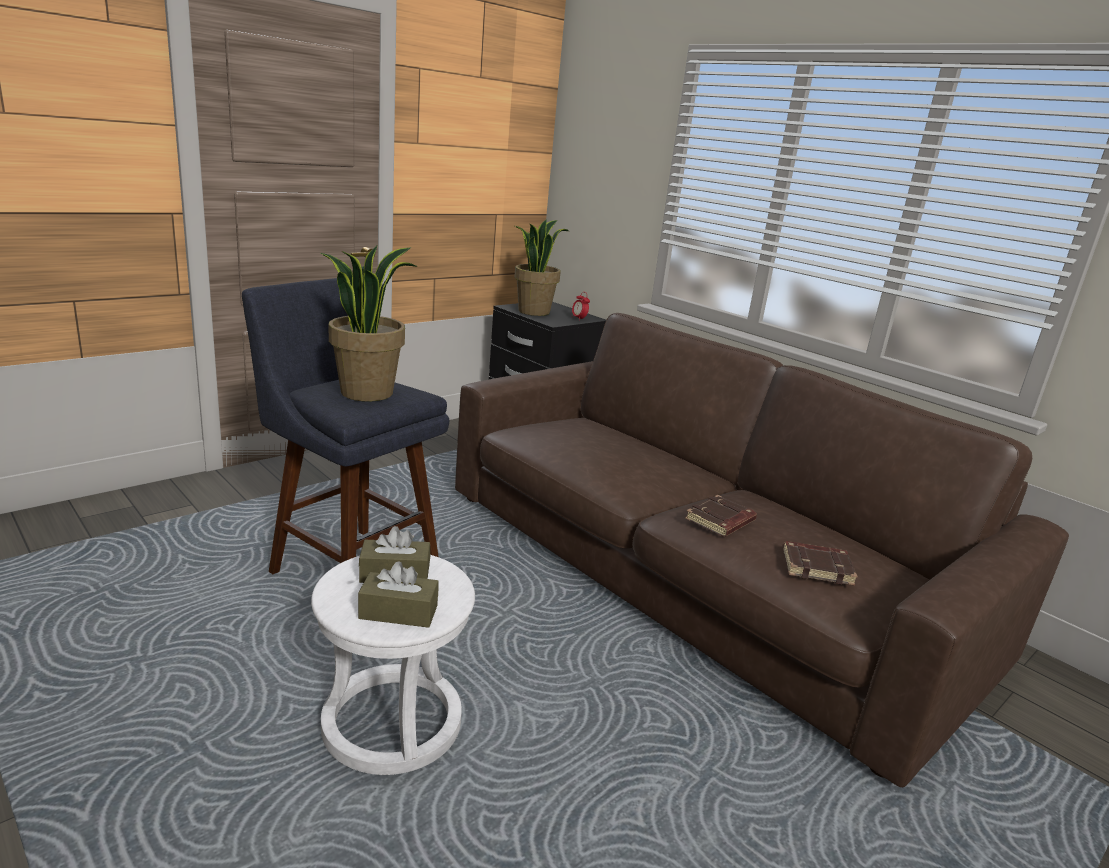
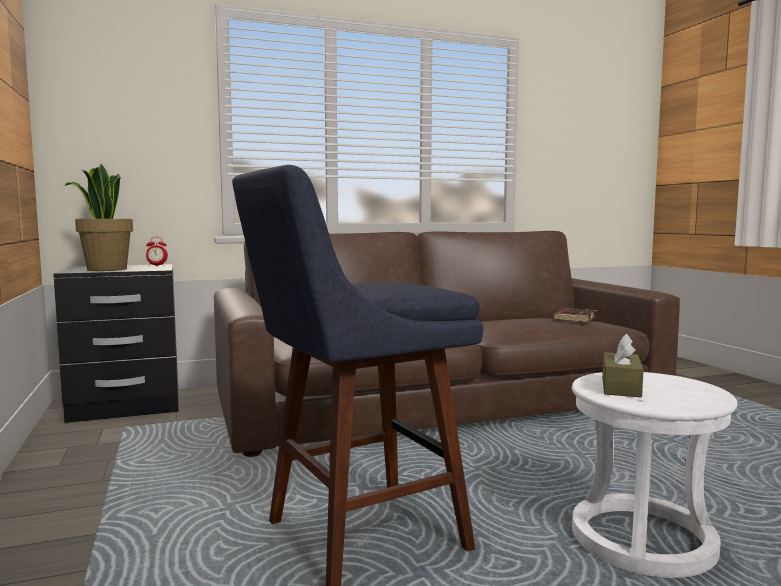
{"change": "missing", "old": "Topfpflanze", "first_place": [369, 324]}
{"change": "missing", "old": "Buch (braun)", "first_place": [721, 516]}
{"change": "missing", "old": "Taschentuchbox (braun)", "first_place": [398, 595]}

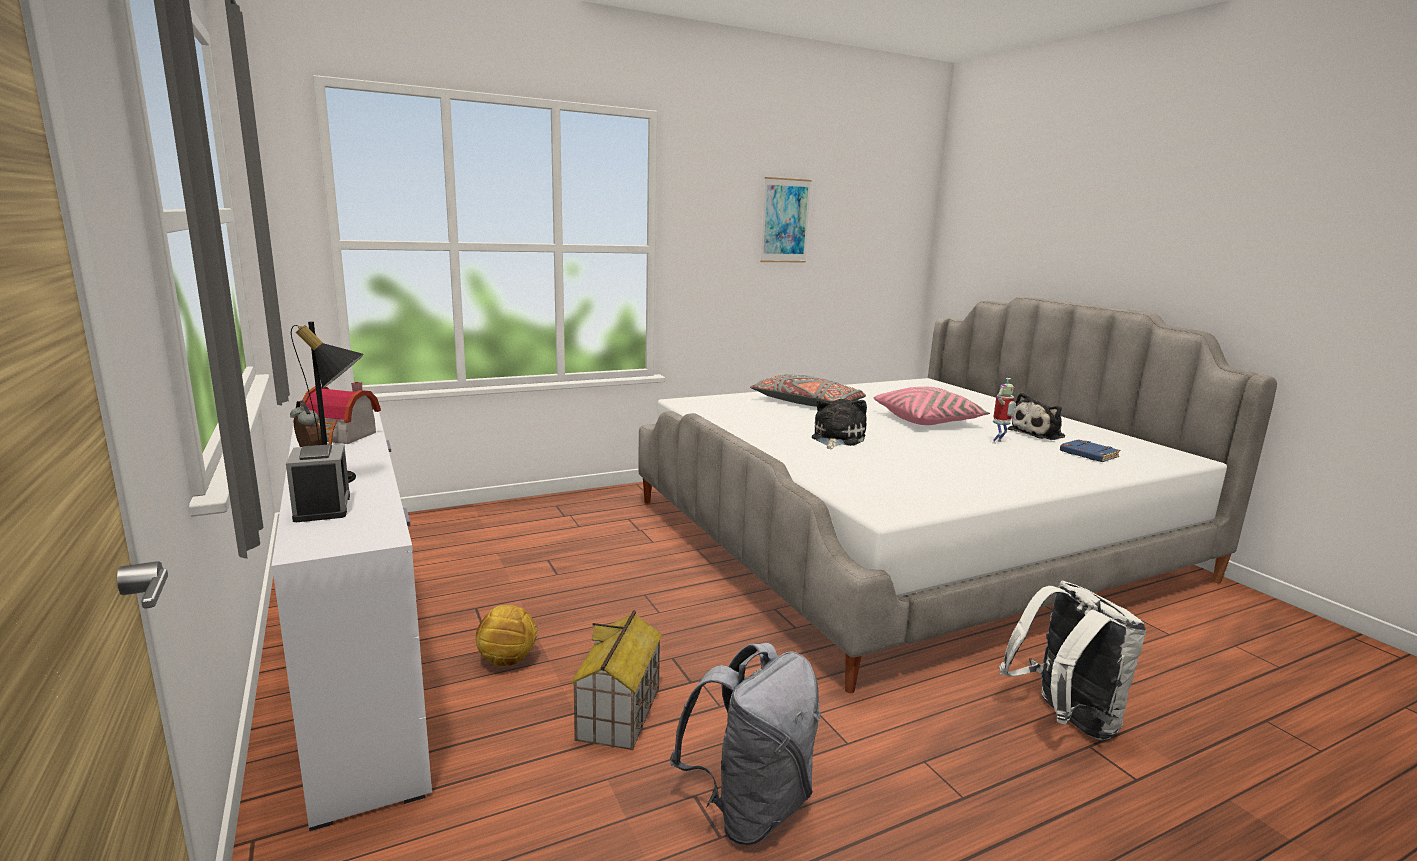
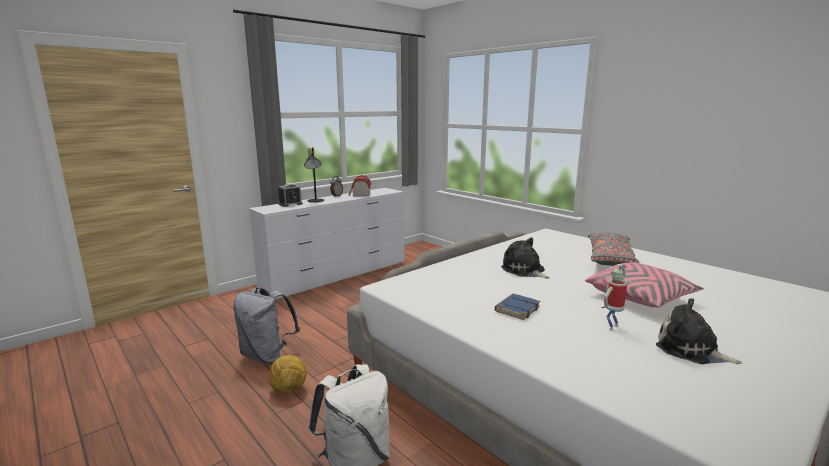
{"change": "missing", "old": "Bild", "first_place": [785, 220]}
{"change": "spun", "old": "Spielzeugroboter", "first_place": [1004, 411], "second_place": [614, 297], "degrees": 105}
{"change": "spun", "old": "Plüschtier", "first_place": [839, 424], "second_place": [525, 258], "degrees": -135}
{"change": "relocated", "old": "Buch (blau)", "first_place": [1090, 450], "second_place": [518, 307]}
{"change": "relocated", "old": "Fußball", "first_place": [507, 635], "second_place": [287, 374]}
{"change": "missing", "old": "Spielzeughaus", "first_place": [616, 680]}

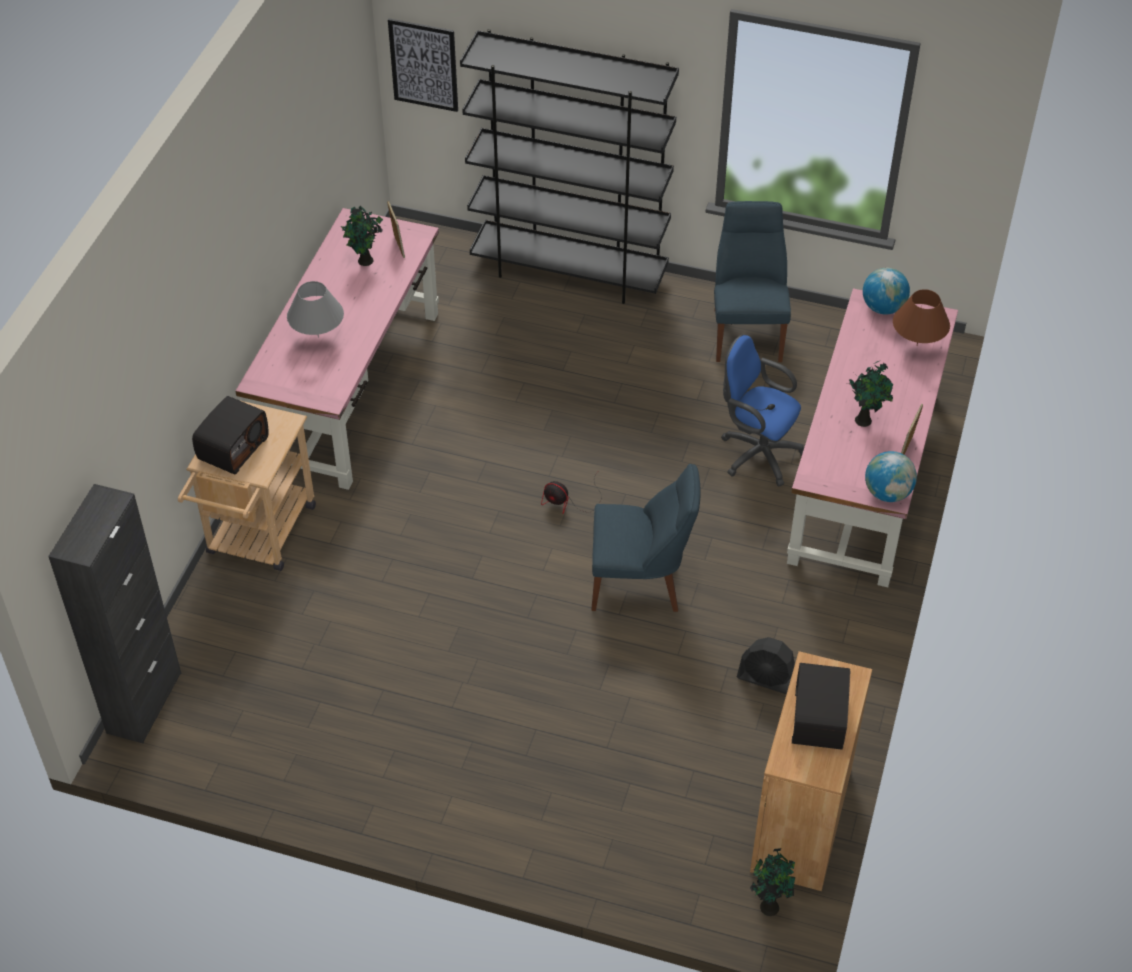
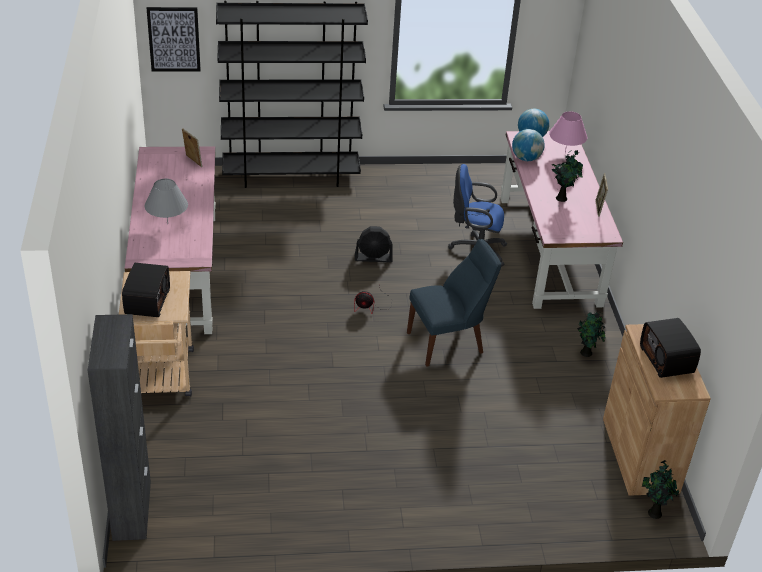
{"change": "missing", "old": "Stuhl (blau)", "first_place": [752, 281]}
{"change": "relocated", "old": "Topfpflanze", "first_place": [362, 235], "second_place": [591, 334]}
{"change": "colour", "old": "Tischlampe (braun)", "new": "Tischlampe (rosa)", "first_place": [921, 317], "second_place": [568, 132]}
{"change": "relocated", "old": "Globus", "first_place": [891, 476], "second_place": [528, 145]}
{"change": "relocated", "old": "Ventilator (schwarz)", "first_place": [766, 665], "second_place": [374, 244]}

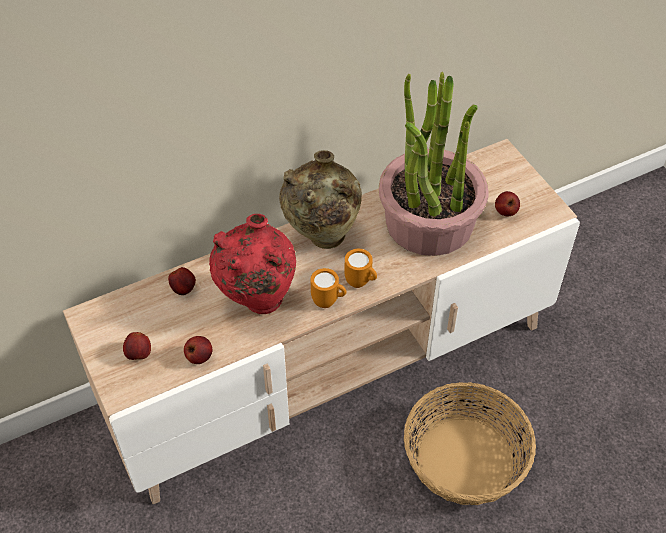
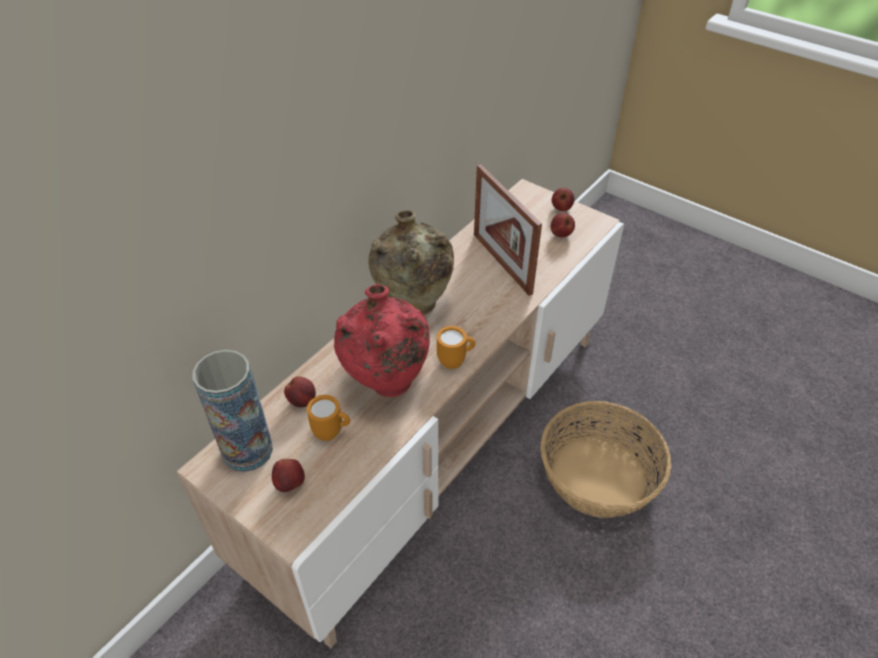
{"change": "exchanged", "old": "Topfpflanze", "new": "Bilderrahmen", "first_place": [433, 164], "second_place": [508, 230]}
{"change": "relocated", "old": "Henkelbecher (orange)", "first_place": [361, 268], "second_place": [328, 418]}
{"change": "relocated", "old": "Apfel", "first_place": [198, 350], "second_place": [563, 199]}
{"change": "appeared", "new": "Vase", "second_place": [233, 411]}

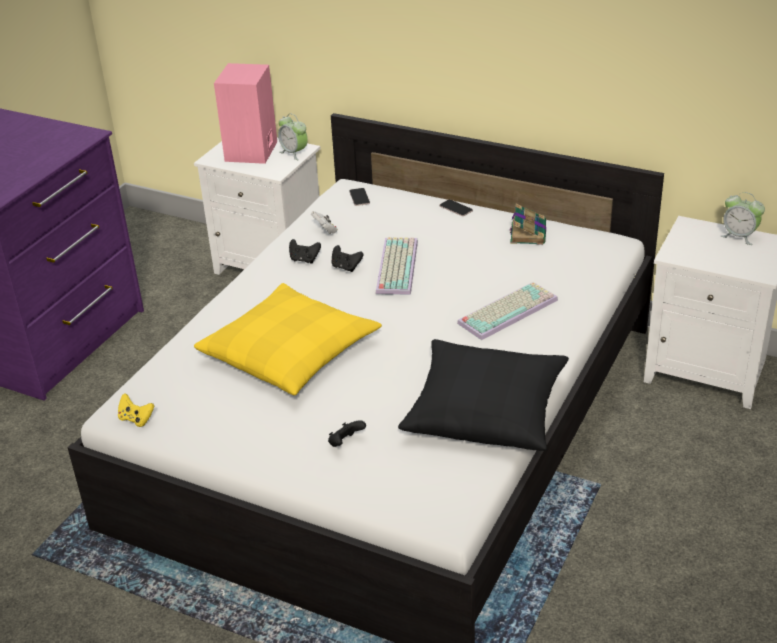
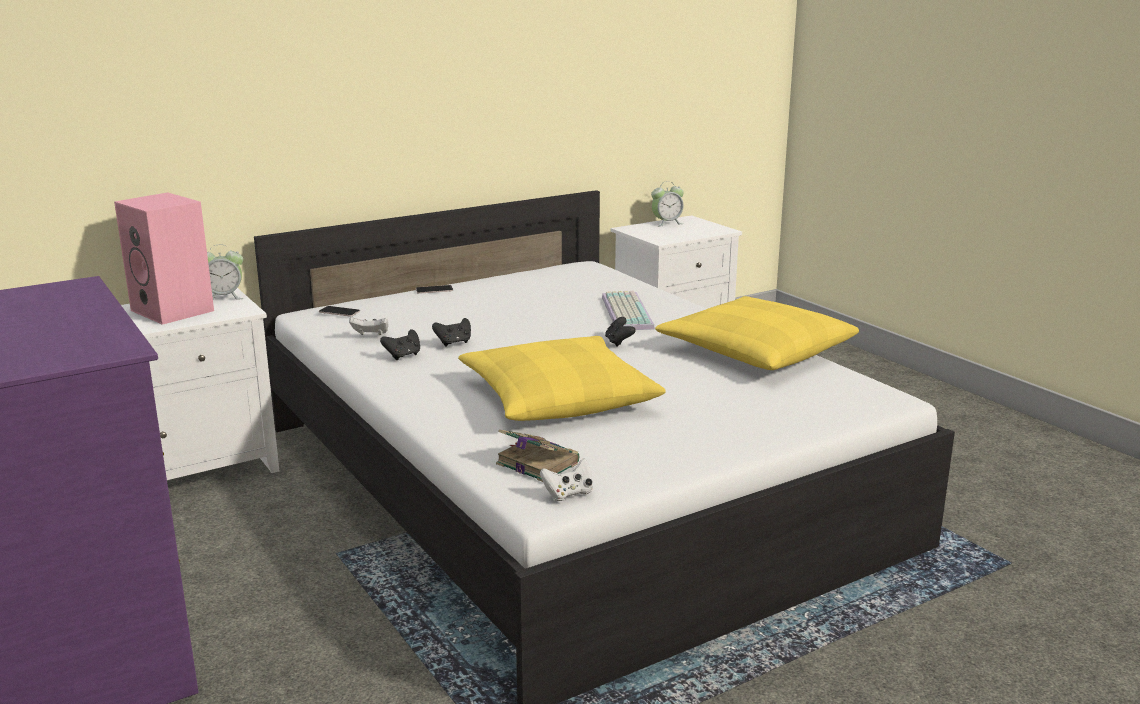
{"change": "relocated", "old": "Buch", "first_place": [528, 224], "second_place": [537, 455]}
{"change": "missing", "old": "Tastatur", "first_place": [397, 266]}
{"change": "colour", "old": "Kissen (schwarz)", "new": "Kissen (gelb)", "first_place": [483, 395], "second_place": [757, 333]}
{"change": "colour", "old": "Gamepad (gelb)", "new": "Gamepad (weiß)", "first_place": [136, 410], "second_place": [566, 479]}
{"change": "relocated", "old": "Gamepad (schwarz)", "first_place": [347, 433], "second_place": [620, 332]}

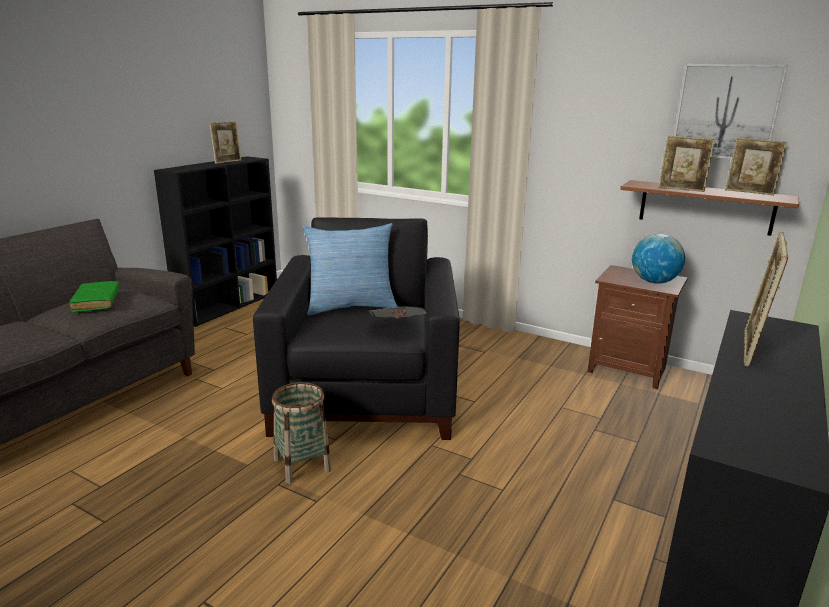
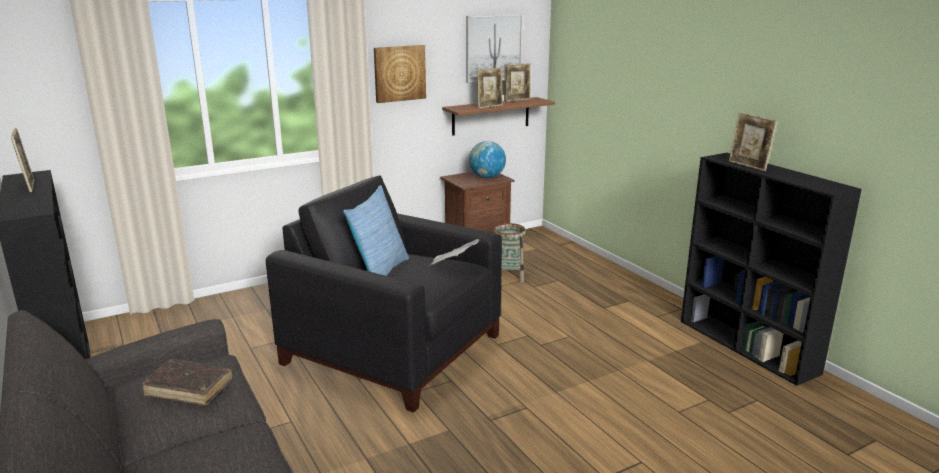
{"change": "colour", "old": "Buch (grün)", "new": "Buch (braun)", "first_place": [94, 296], "second_place": [187, 382]}
{"change": "relocated", "old": "Korb", "first_place": [301, 433], "second_place": [509, 253]}
{"change": "appeared", "new": "Bild", "second_place": [400, 74]}

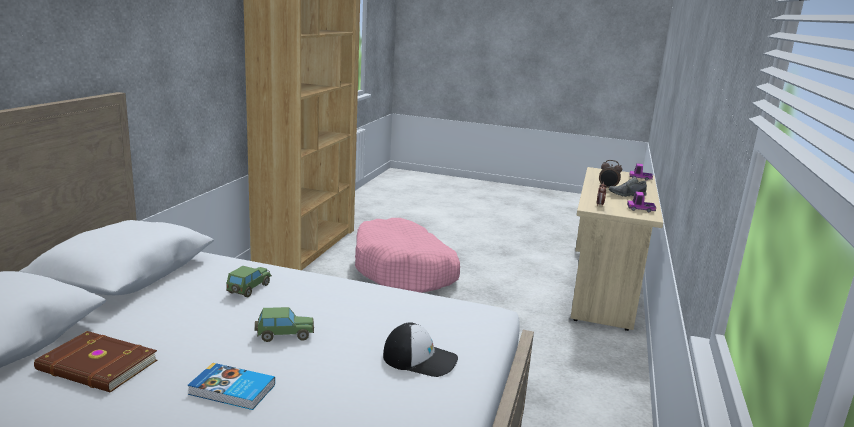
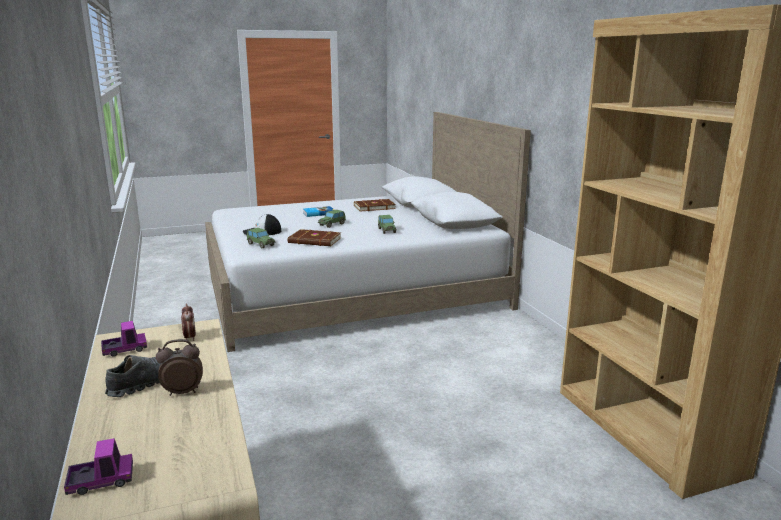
{"change": "missing", "old": "Hundebett (rosa)", "first_place": [407, 255]}
{"change": "appeared", "new": "Spielzeugauto", "second_place": [261, 238]}
{"change": "appeared", "new": "Buch (braun)", "second_place": [314, 237]}

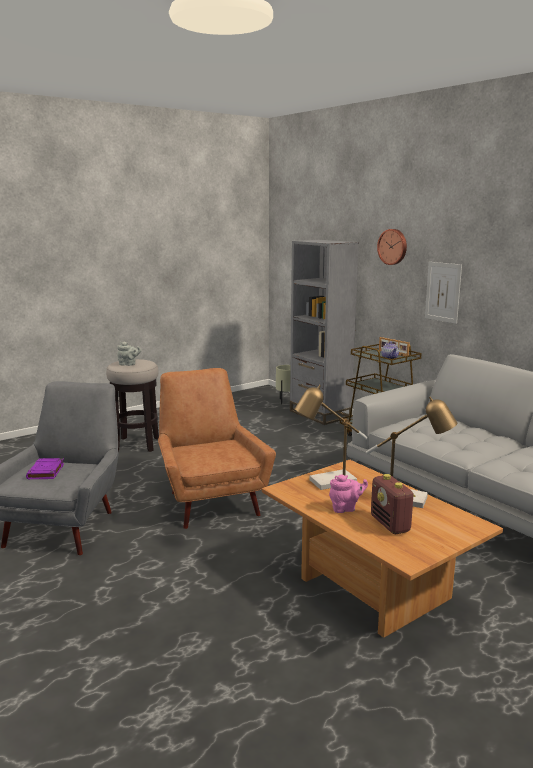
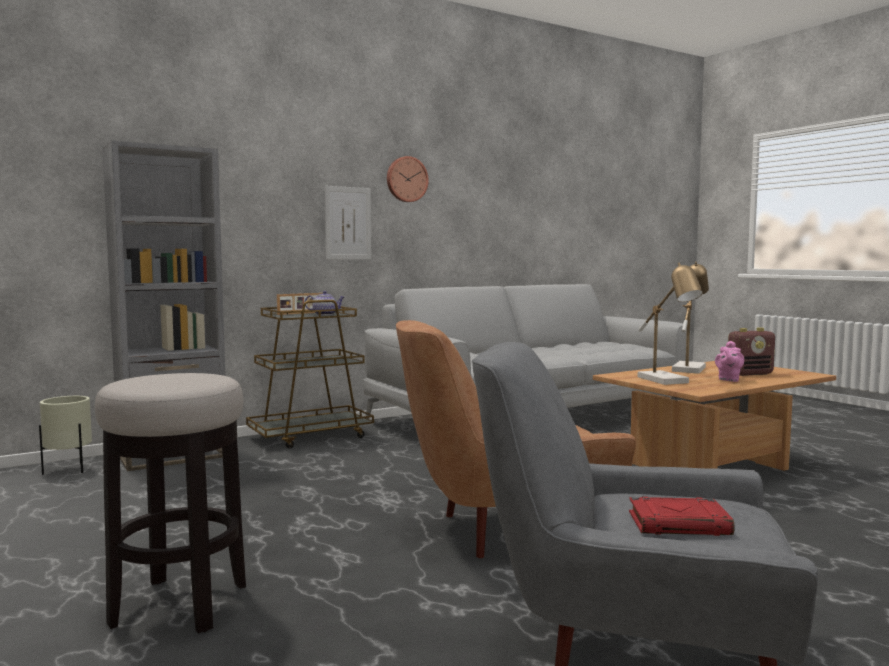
{"change": "relocated", "old": "Wanduhr", "first_place": [392, 247], "second_place": [408, 179]}
{"change": "missing", "old": "Teekanne (grau)", "first_place": [129, 354]}
{"change": "colour", "old": "Buch (lila)", "new": "Buch (rot)", "first_place": [45, 468], "second_place": [682, 516]}
{"change": "spun", "old": "Teekanne (rosa)", "first_place": [348, 494], "second_place": [729, 361], "degrees": -150}

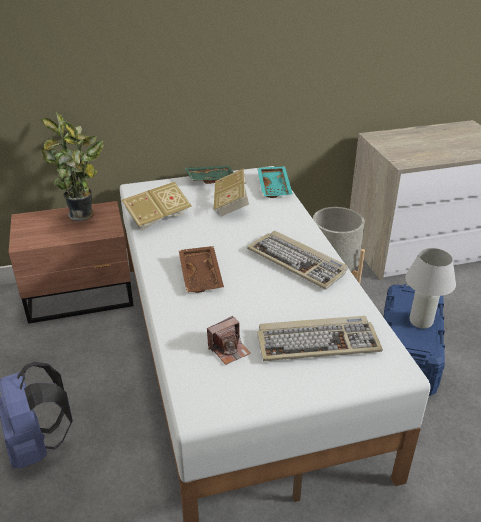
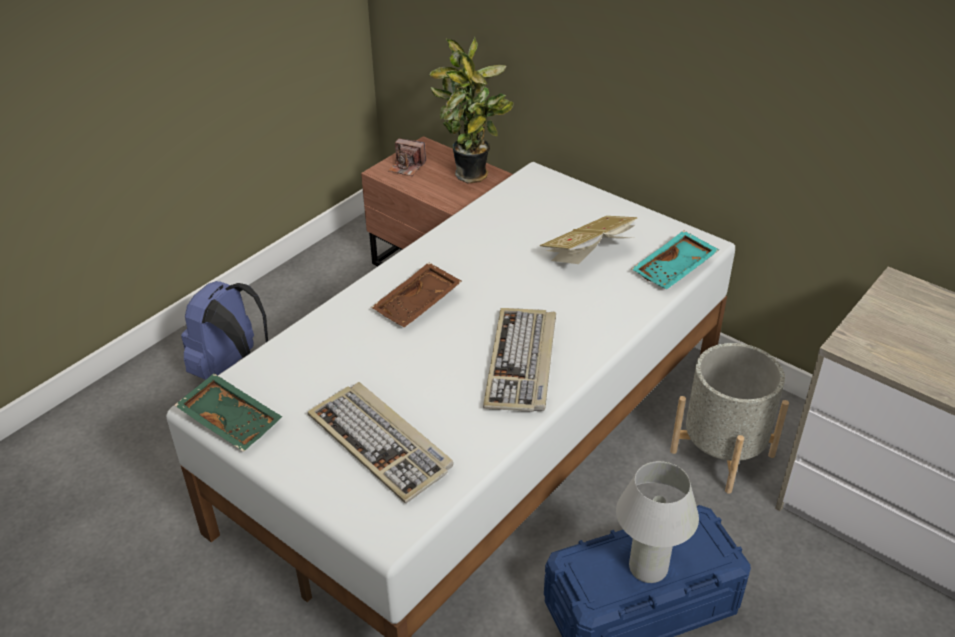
{"change": "relocated", "old": "Tablett (grün)", "first_place": [209, 175], "second_place": [228, 412]}
{"change": "missing", "old": "Buch", "first_place": [157, 206]}
{"change": "relocated", "old": "Kamera", "first_place": [229, 340], "second_place": [407, 157]}

